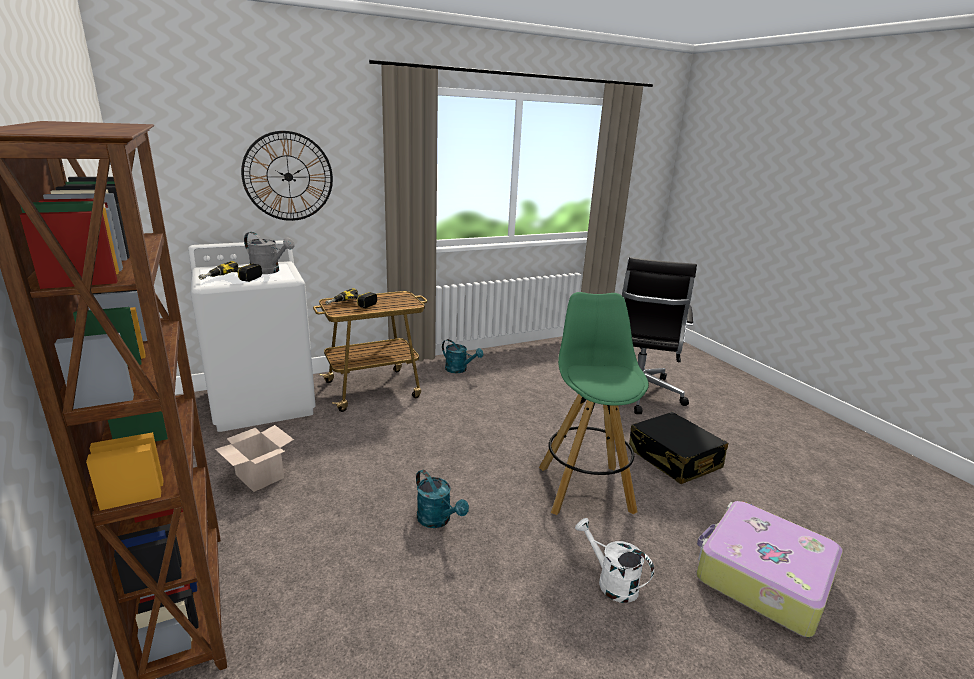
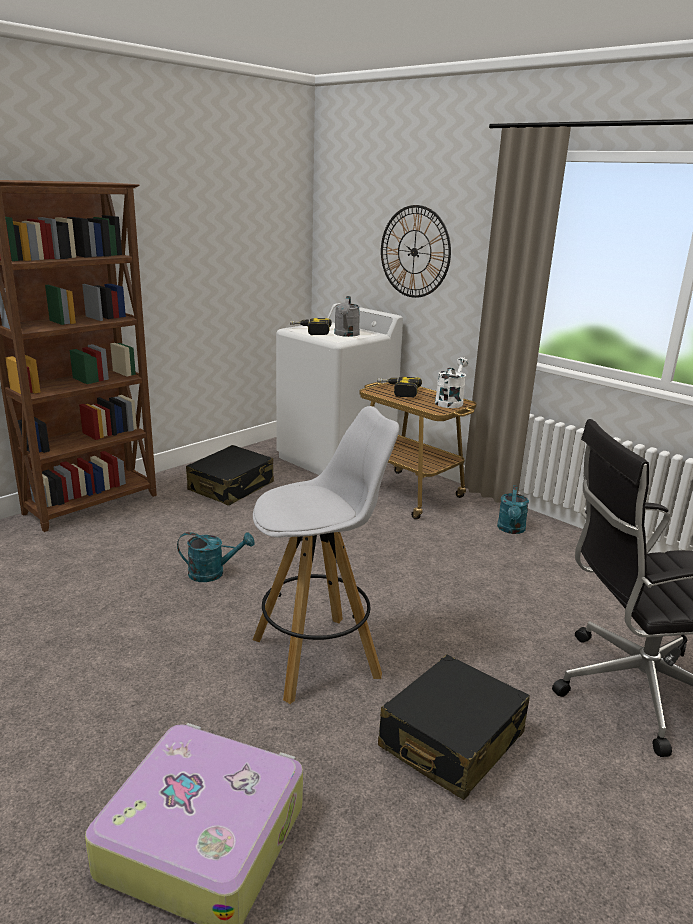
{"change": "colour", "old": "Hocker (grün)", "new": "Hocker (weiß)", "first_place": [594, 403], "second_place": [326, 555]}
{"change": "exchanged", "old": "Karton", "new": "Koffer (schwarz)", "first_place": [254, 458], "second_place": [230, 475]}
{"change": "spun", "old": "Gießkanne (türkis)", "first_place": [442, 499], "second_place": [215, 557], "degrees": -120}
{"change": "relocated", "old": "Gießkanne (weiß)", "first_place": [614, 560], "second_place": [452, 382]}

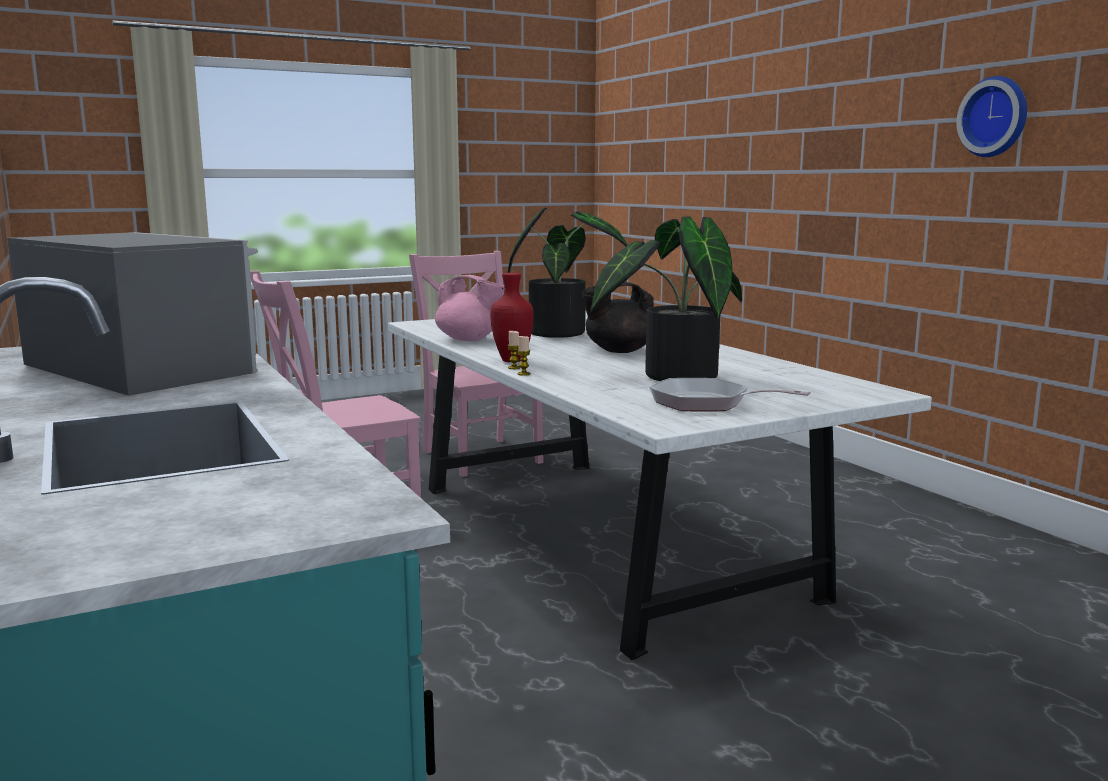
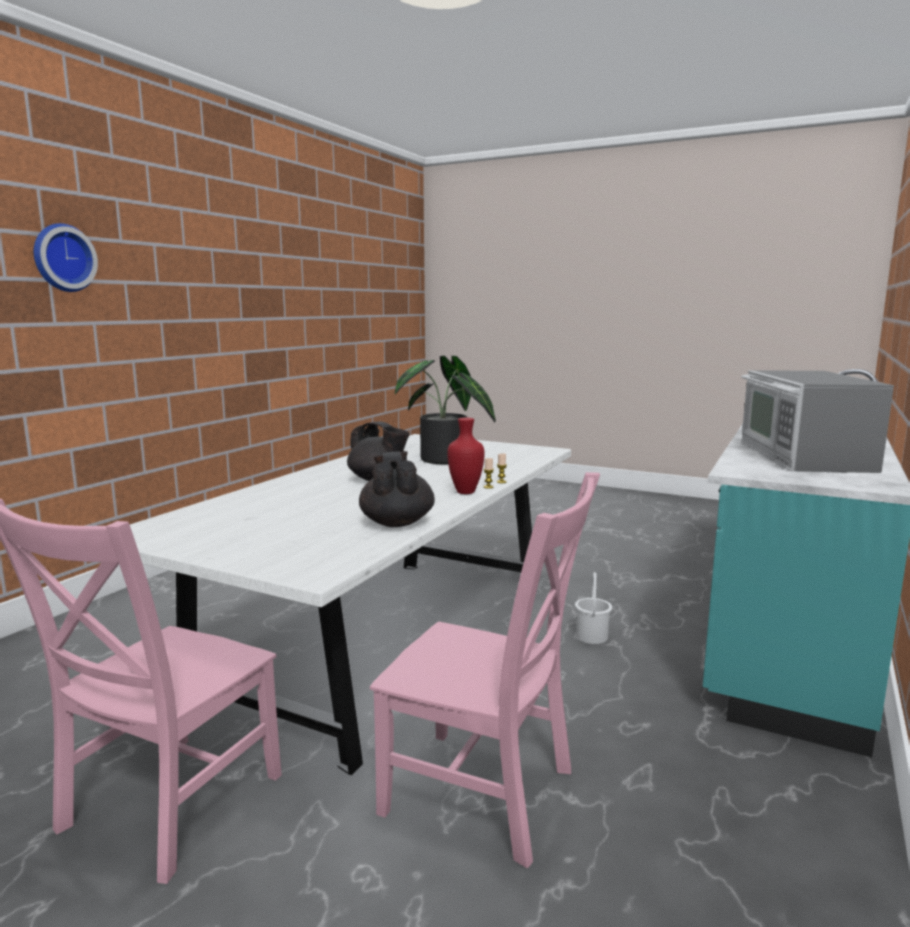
{"change": "relocated", "old": "Wanduhr", "first_place": [991, 116], "second_place": [66, 257]}
{"change": "missing", "old": "Topfpflanze", "first_place": [568, 273]}
{"change": "colour", "old": "Teekanne (rosa)", "new": "Teekanne (schwarz)", "first_place": [469, 308], "second_place": [397, 489]}
{"change": "missing", "old": "Pfanne", "first_place": [730, 395]}
{"change": "appeared", "new": "Eimer (weiß)", "second_place": [593, 608]}

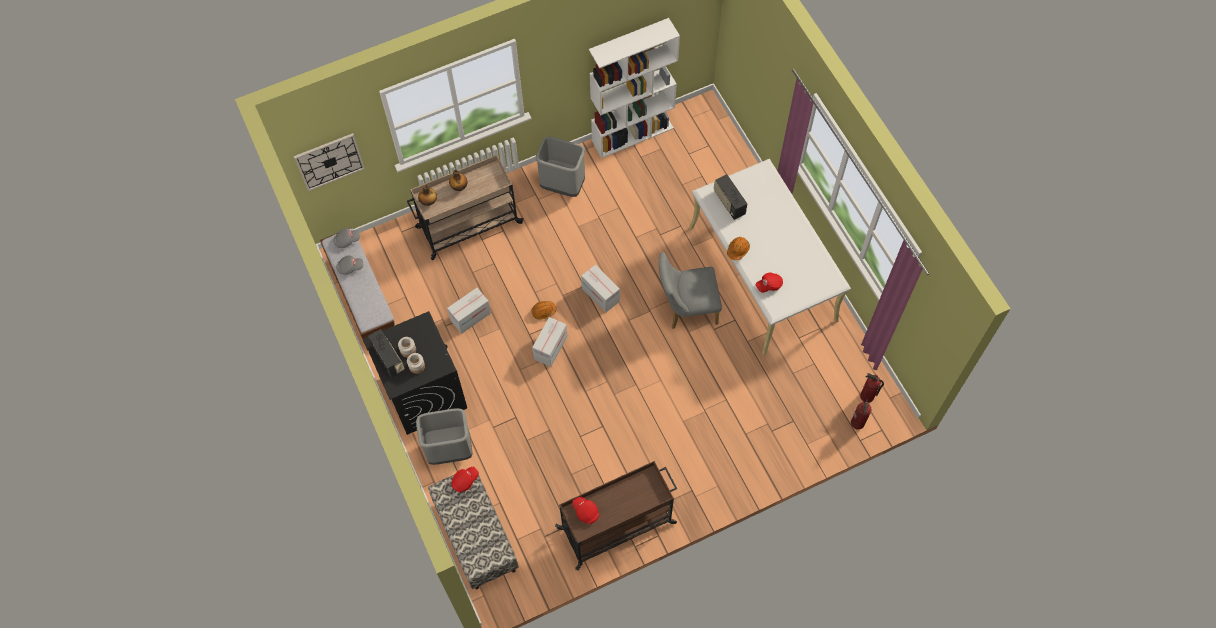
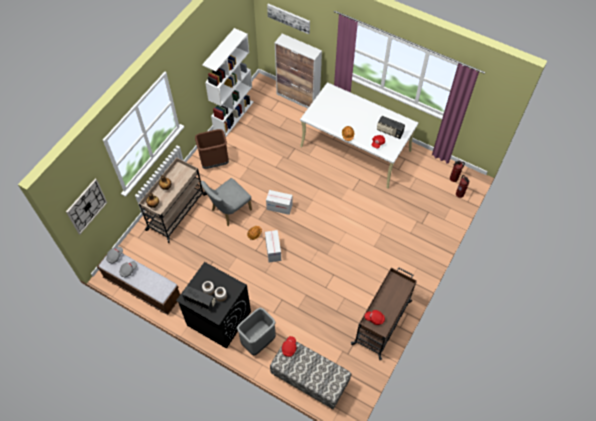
{"change": "colour", "old": "Mülleimer (grau)", "new": "Mülleimer (braun)", "first_place": [560, 167], "second_place": [212, 149]}
{"change": "relocated", "old": "Radio", "first_place": [730, 197], "second_place": [391, 127]}
{"change": "relocated", "old": "Stuhl (grau)", "first_place": [690, 290], "second_place": [226, 202]}
{"change": "missing", "old": "Karton", "first_place": [469, 311]}
{"change": "appeared", "new": "Bild", "second_place": [288, 19]}
{"change": "appeared", "new": "Schrank", "second_place": [298, 71]}

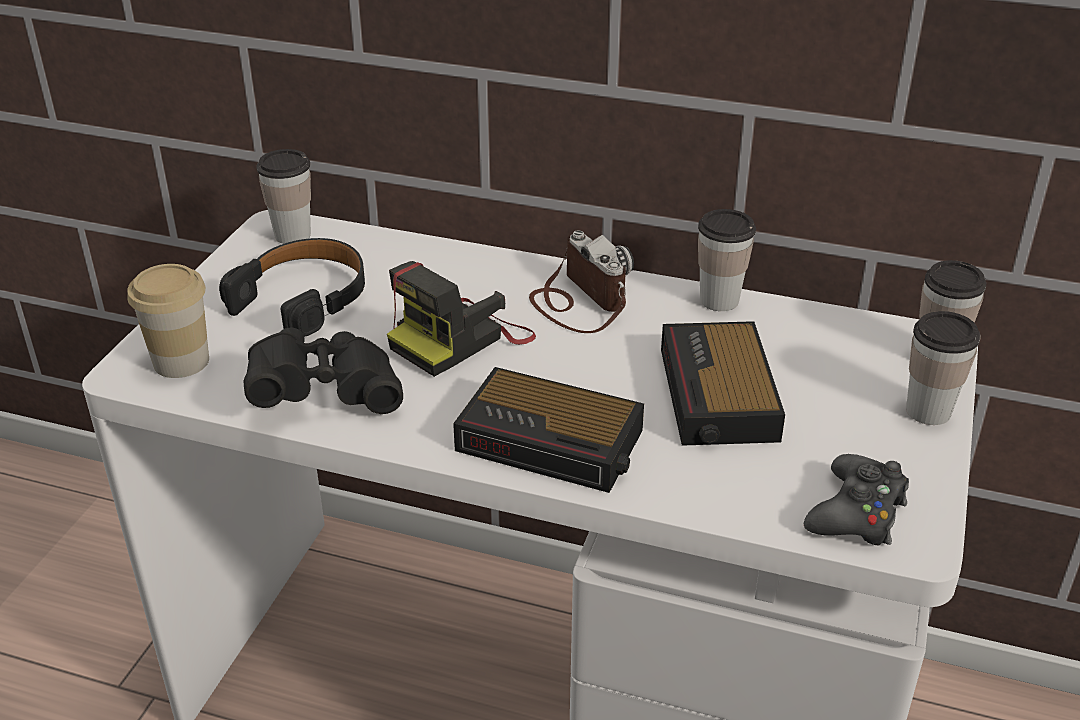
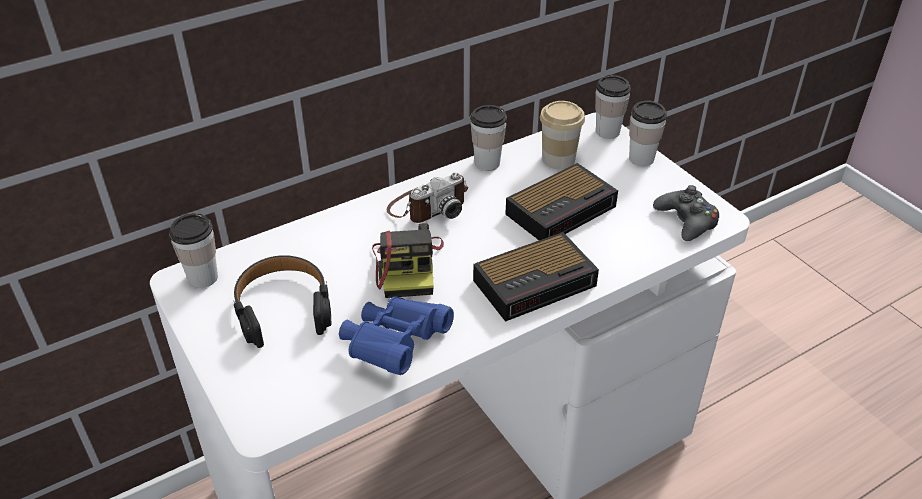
{"change": "spun", "old": "Kamera", "first_place": [581, 281], "second_place": [427, 197], "degrees": 135}
{"change": "relocated", "old": "Tasse", "first_place": [168, 321], "second_place": [562, 135]}
{"change": "spun", "old": "Wecker", "first_place": [723, 383], "second_place": [561, 201], "degrees": -75}
{"change": "colour", "old": "Fernglas (schwarz)", "new": "Fernglas (blau)", "first_place": [323, 371], "second_place": [396, 335]}

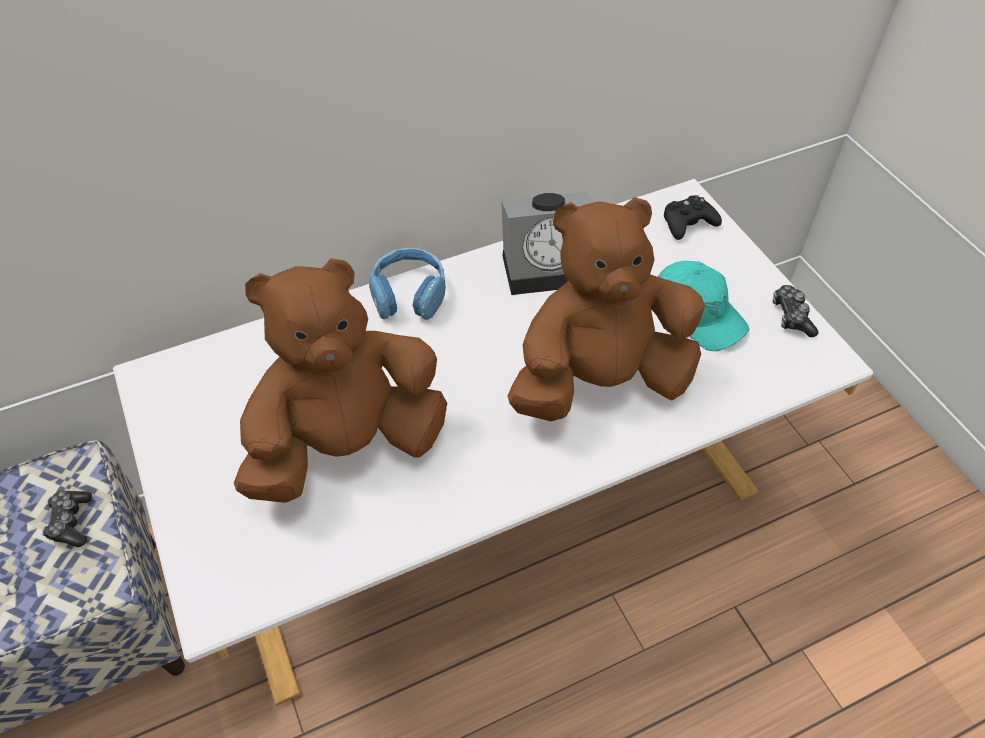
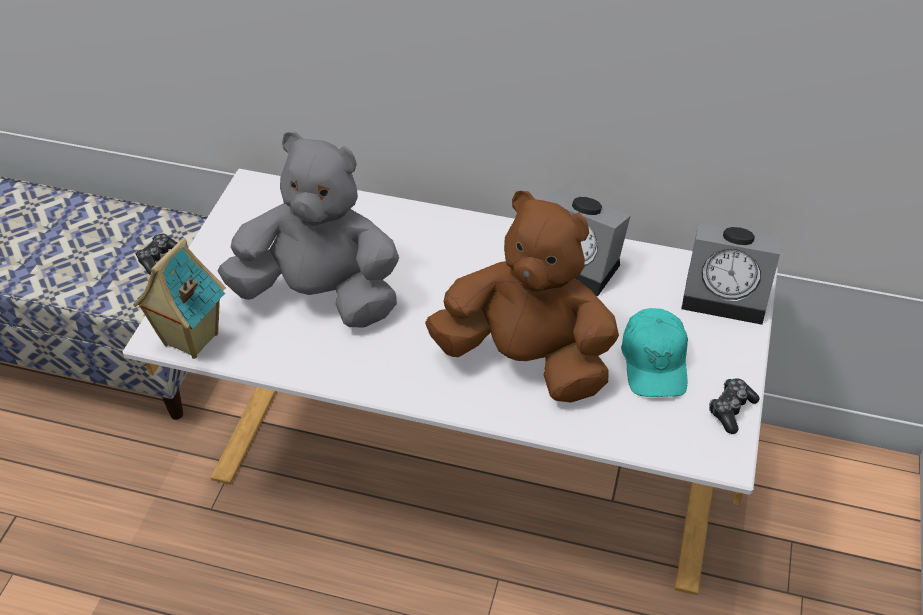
{"change": "exchanged", "old": "Gamepad (schwarz)", "new": "Wecker", "first_place": [693, 217], "second_place": [730, 274]}
{"change": "missing", "old": "Kopfhörer (blau)", "first_place": [407, 284]}
{"change": "colour", "old": "Plüschtier (braun)", "new": "Plüschtier (grau)", "first_place": [340, 380], "second_place": [308, 229]}
{"change": "appeared", "new": "Spielzeughaus", "second_place": [179, 298]}

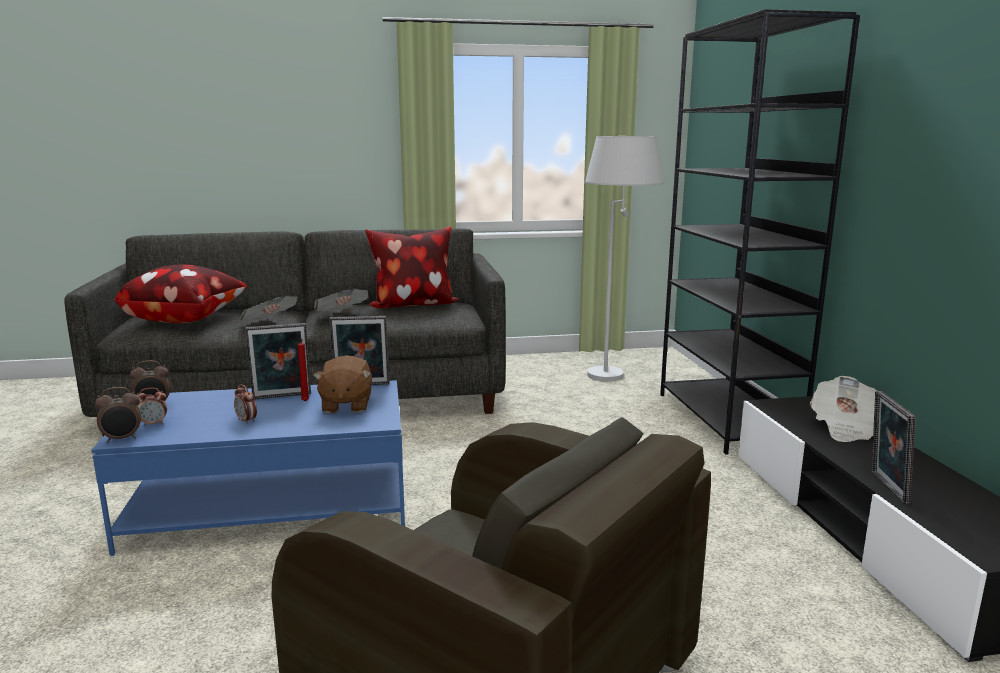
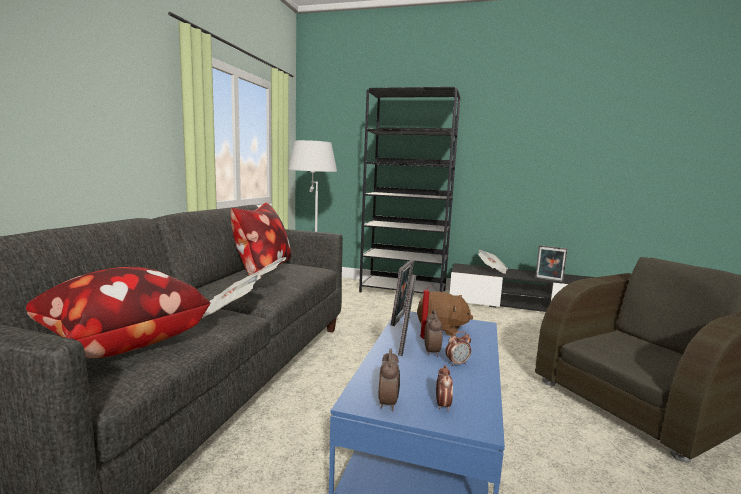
{"change": "relocated", "old": "Wecker", "first_place": [118, 415], "second_place": [433, 333]}

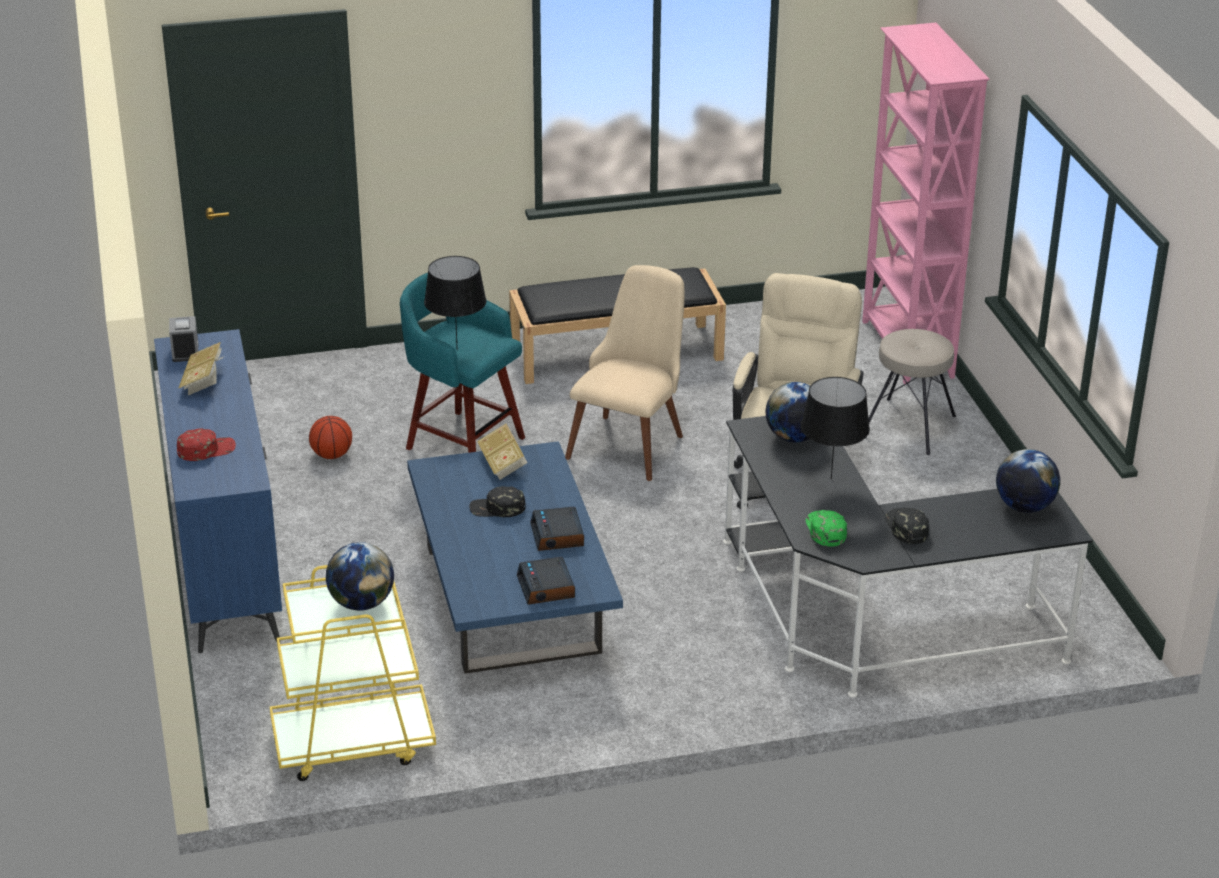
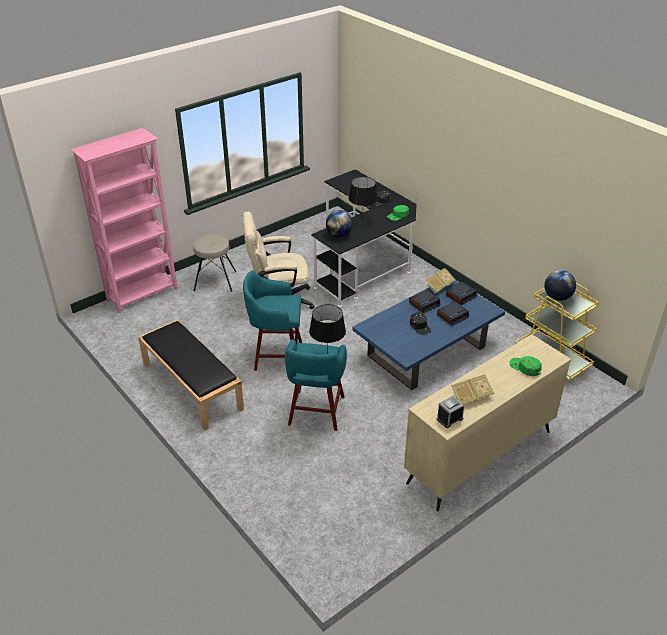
{"change": "exchanged", "old": "Stuhl (beige)", "new": "Hocker (türkis)", "first_place": [625, 373], "second_place": [272, 321]}
{"change": "colour", "old": "Kommode (blau)", "new": "Kommode (beige)", "first_place": [218, 491], "second_place": [487, 423]}
{"change": "missing", "old": "Basketball", "first_place": [330, 437]}
{"change": "relocated", "old": "Buch", "first_place": [502, 452], "second_place": [440, 281]}
{"change": "colour", "old": "Kappe (rot)", "new": "Kappe (grün)", "first_place": [206, 445], "second_place": [525, 366]}
{"change": "missing", "old": "Globus", "first_place": [1028, 481]}
{"change": "appeared", "new": "Wecker", "second_place": [453, 313]}

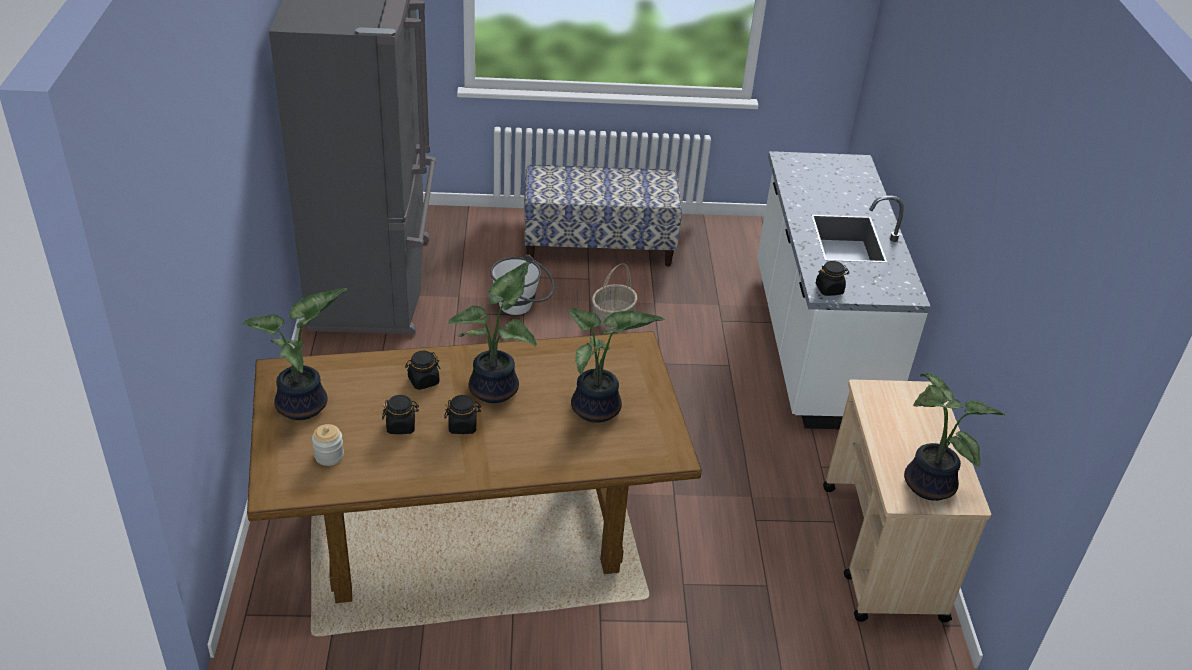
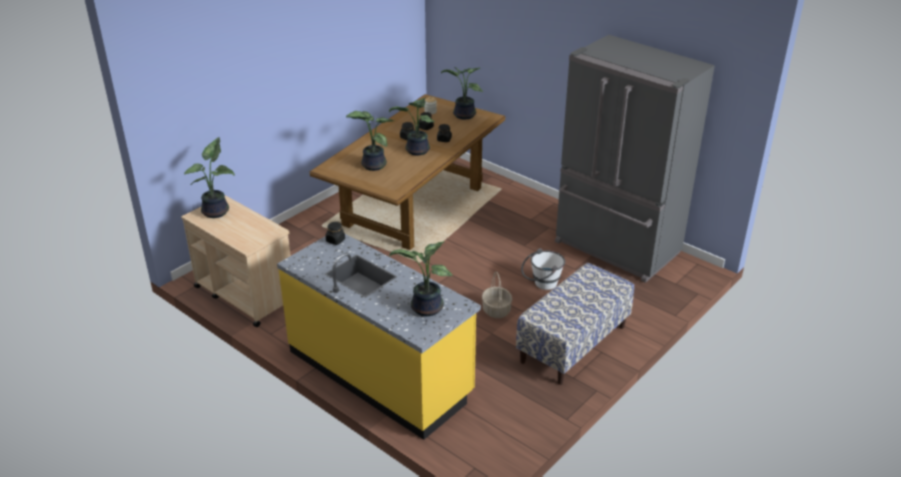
{"change": "colour", "old": "Küchenzeile (weiß)", "new": "Küchenzeile (gelb)", "first_place": [844, 290], "second_place": [379, 337]}
{"change": "appeared", "new": "Topfpflanze", "second_place": [421, 278]}

